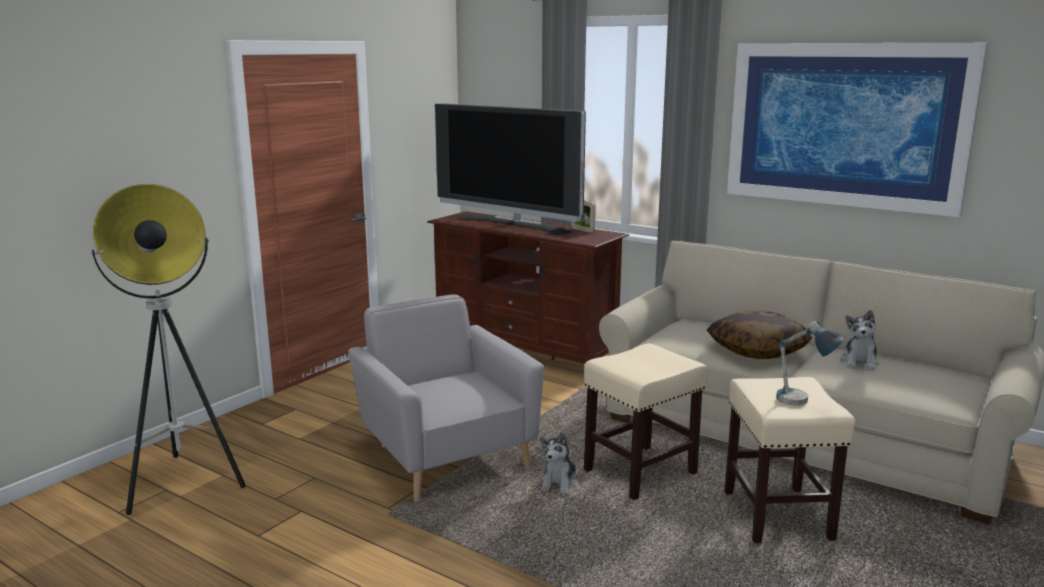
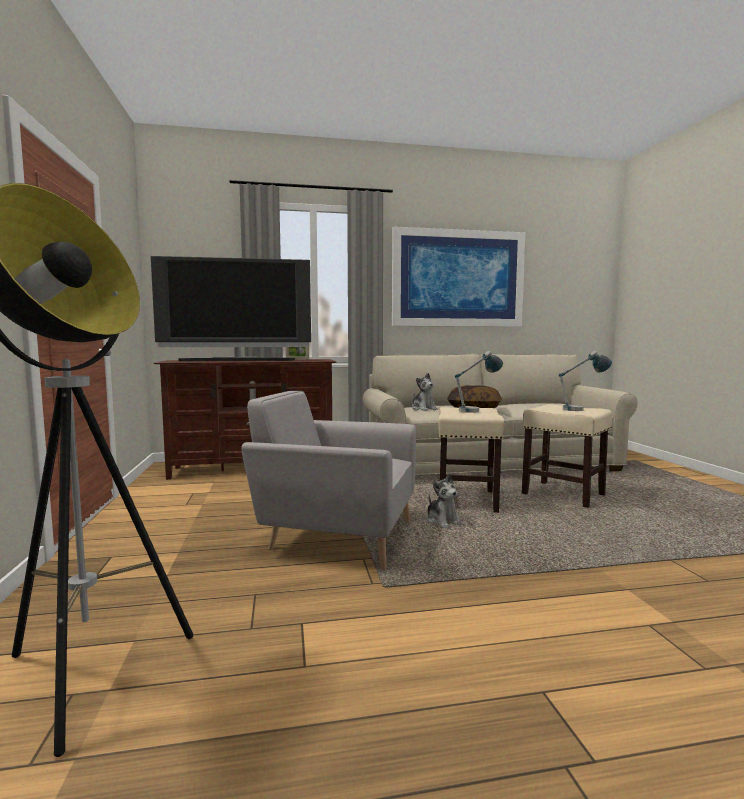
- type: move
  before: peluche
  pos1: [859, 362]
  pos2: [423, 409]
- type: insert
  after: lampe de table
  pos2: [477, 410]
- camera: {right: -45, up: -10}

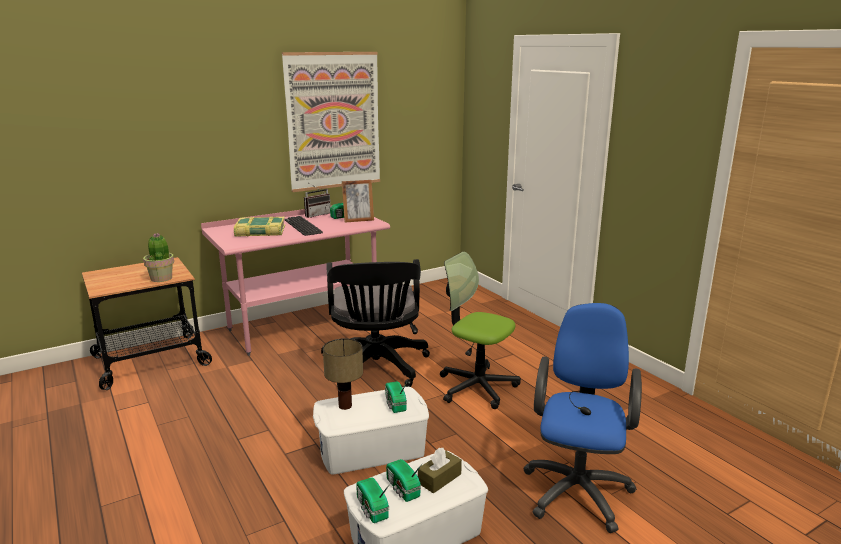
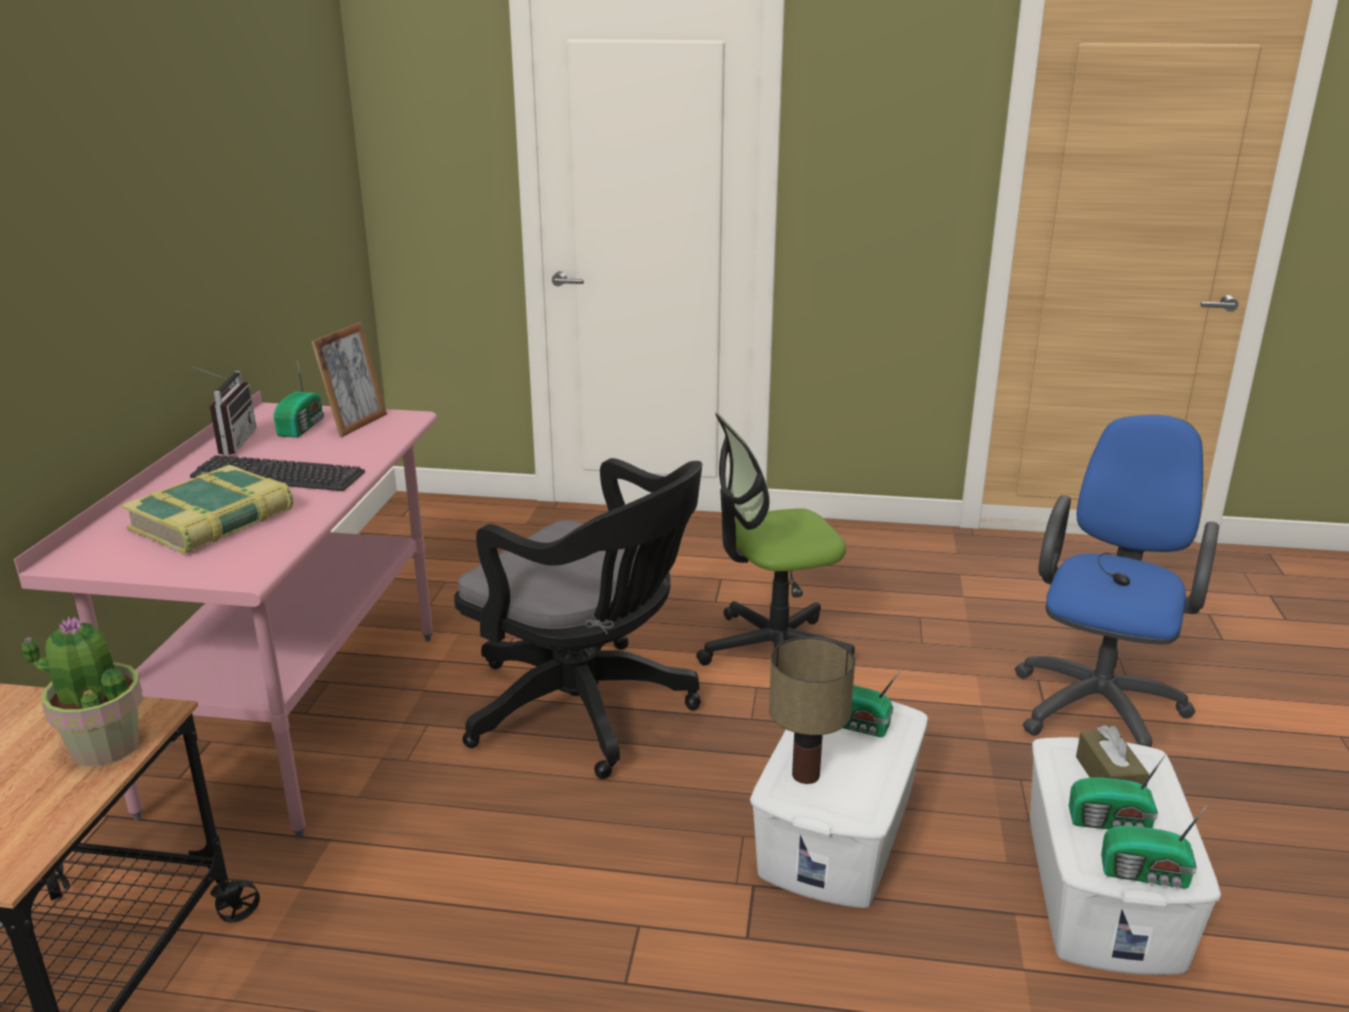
- type: delete
  before: tableau
  pos1: [333, 121]
- type: rotate
  before: chaise de bureau (bleu)
  pos1: [578, 488]
  pos2: [1099, 703]
  turn: 60
- camera: {right: -50, up: 5}

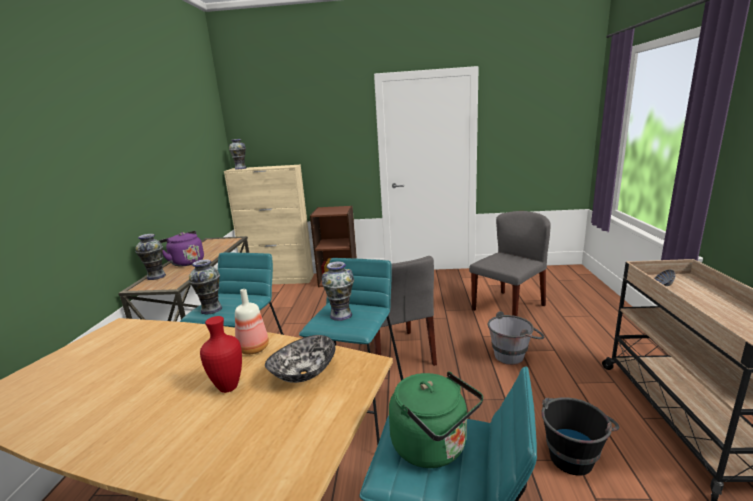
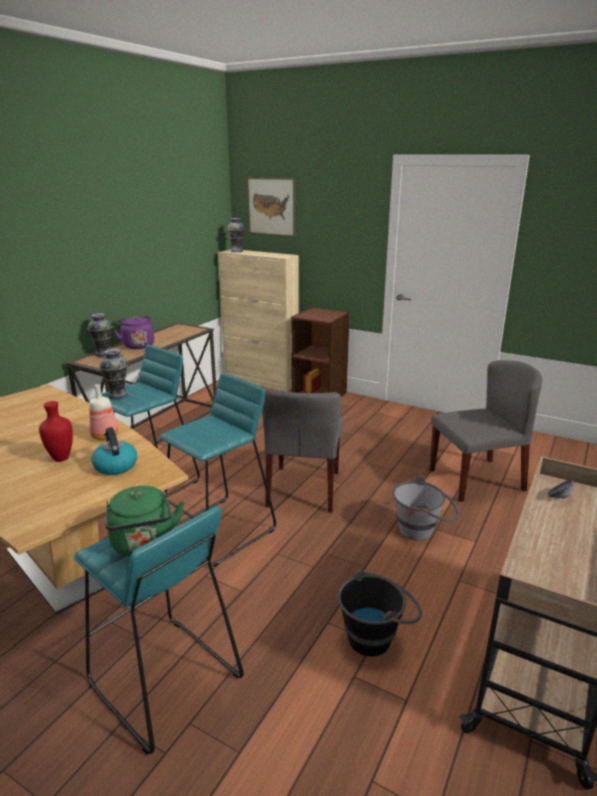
- type: replace
  before: bol
  after: bouilloire
  pos1: [304, 374]
  pos2: [115, 466]
- type: delete
  before: vase
  pos1: [341, 315]
- type: insert
  after: tableau
  pos2: [271, 206]
- camera: {right: 25, up: 5}

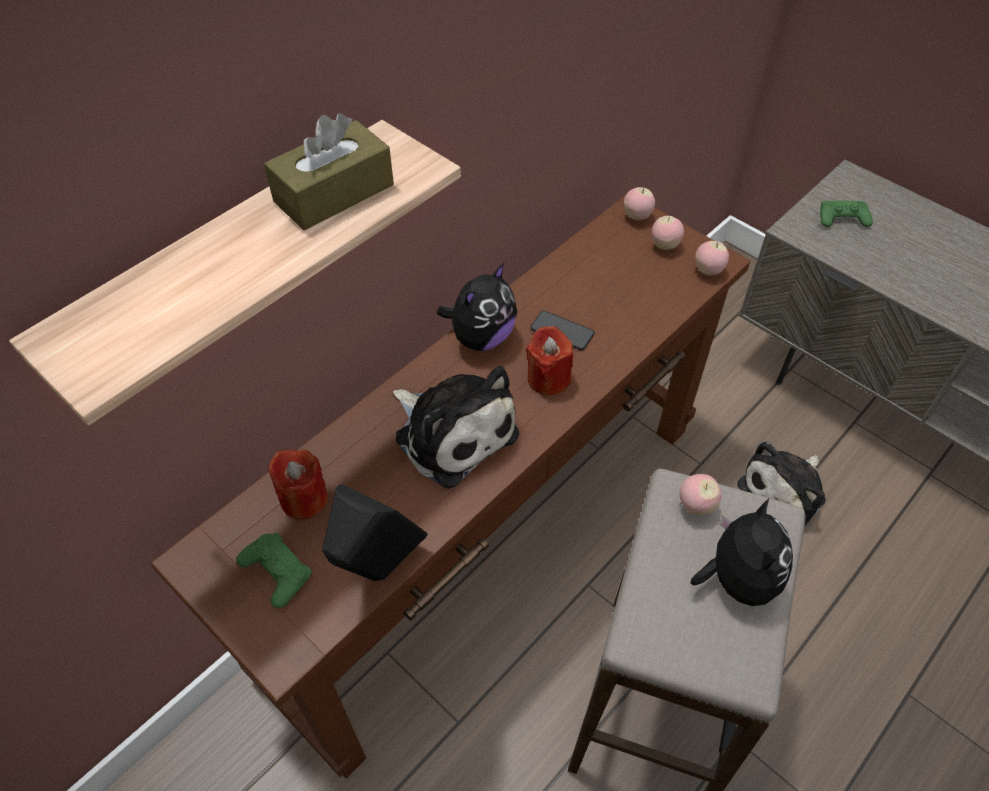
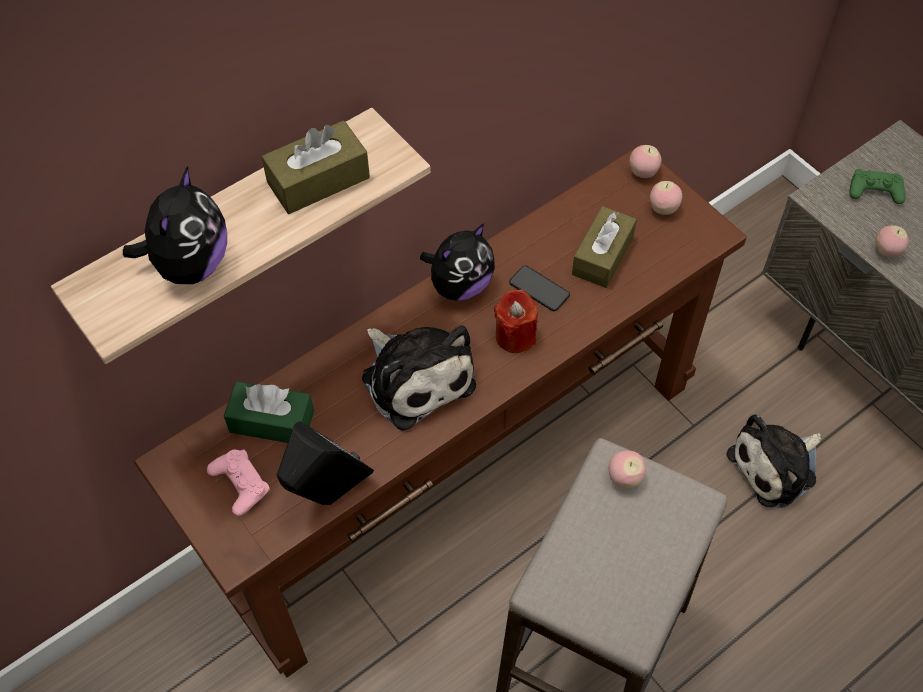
- type: recolor
  before: manette (vert)
  after: manette (rose)
  pos1: [276, 572]
  pos2: [240, 484]
- type: replace
  before: bougie (rouge)
  after: boîte à mouchoirs (vert)
  pos1: [304, 499]
  pos2: [272, 421]
- type: move
  before: peluche
  pos1: [736, 579]
  pos2: [190, 265]
- type: move
  before: pomme
  pos1: [708, 271]
  pos2: [886, 251]
- type: insert
  after: boîte à mouchoirs (marron)
  pos2: [602, 256]
- camera: {right: 10, up: 5}

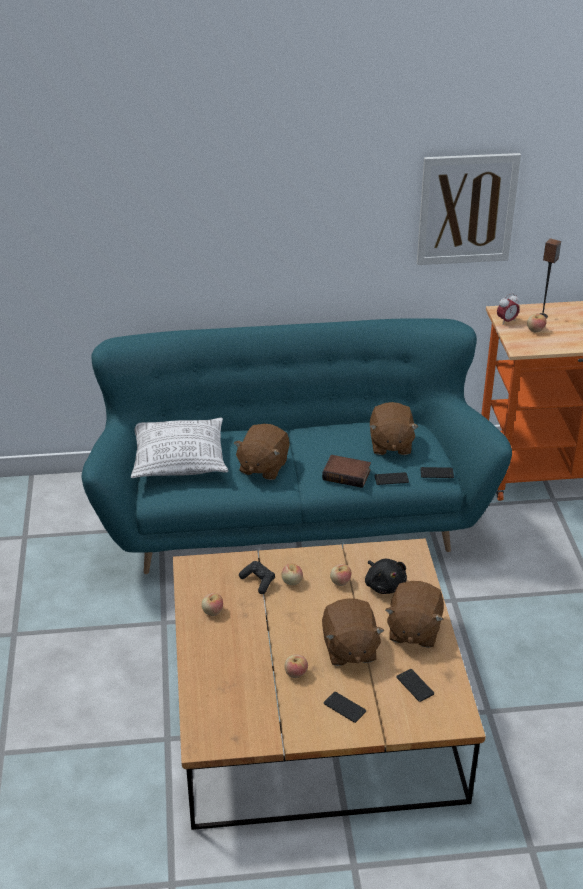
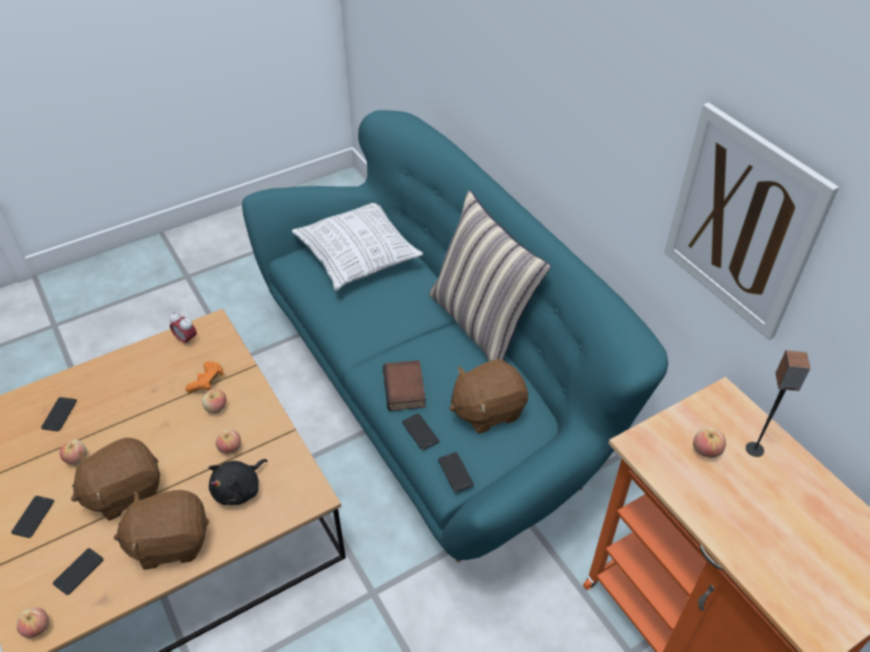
- type: move
  before: pomme
  pos1: [212, 611]
  pos2: [37, 628]
- type: delete
  before: peluche (marron)
  pos1: [262, 466]
- type: recolor
  before: manette (noir)
  after: manette (orange)
  pos1: [258, 581]
  pos2: [207, 382]
- type: move
  before: réveil
  pos1: [506, 321]
  pos2: [186, 340]
- type: insert
  after: téléphone
  pos2: [59, 414]
- type: insert
  after: coussin
  pos2: [481, 324]
- camera: {right: 65, up: 10}

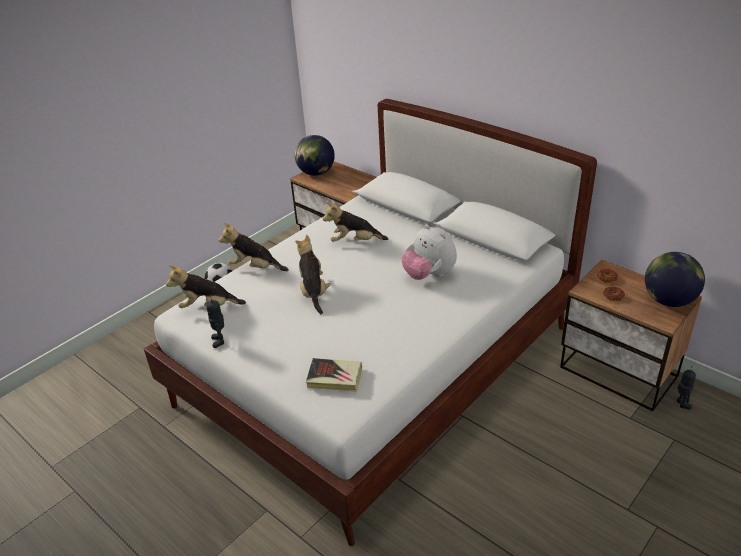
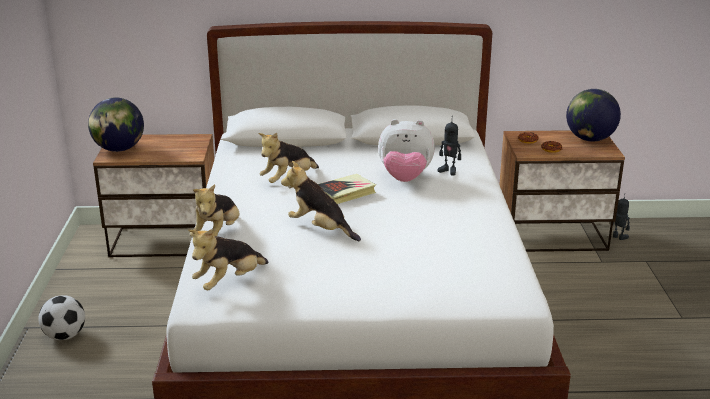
- type: move
  before: robot jouet
  pos1: [220, 340]
  pos2: [449, 171]
- type: rotate
  before: peluche
  pos1: [255, 267]
  pos2: [218, 234]
  turn: -45
- type: move
  before: livre
  pos1: [334, 378]
  pos2: [345, 193]
- camera: {right: -45, up: -10}

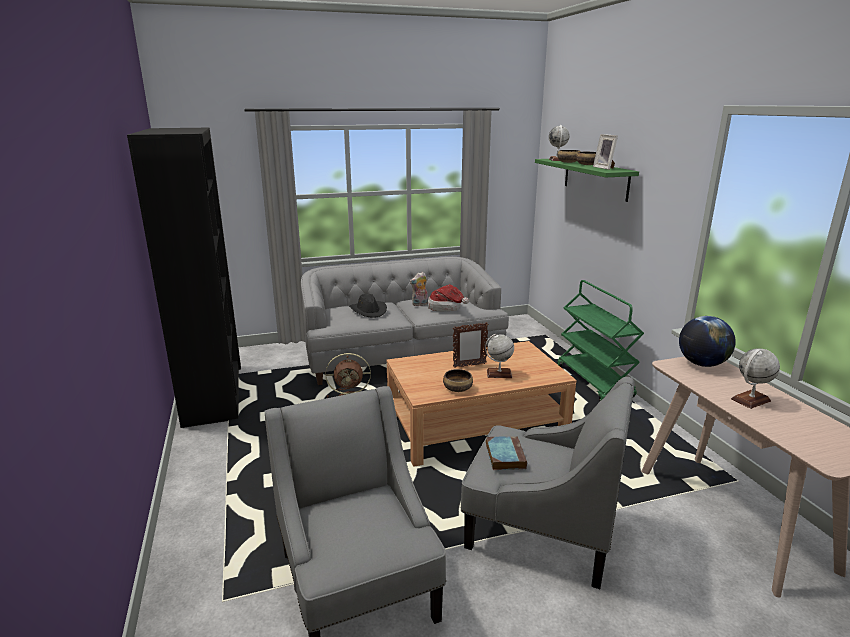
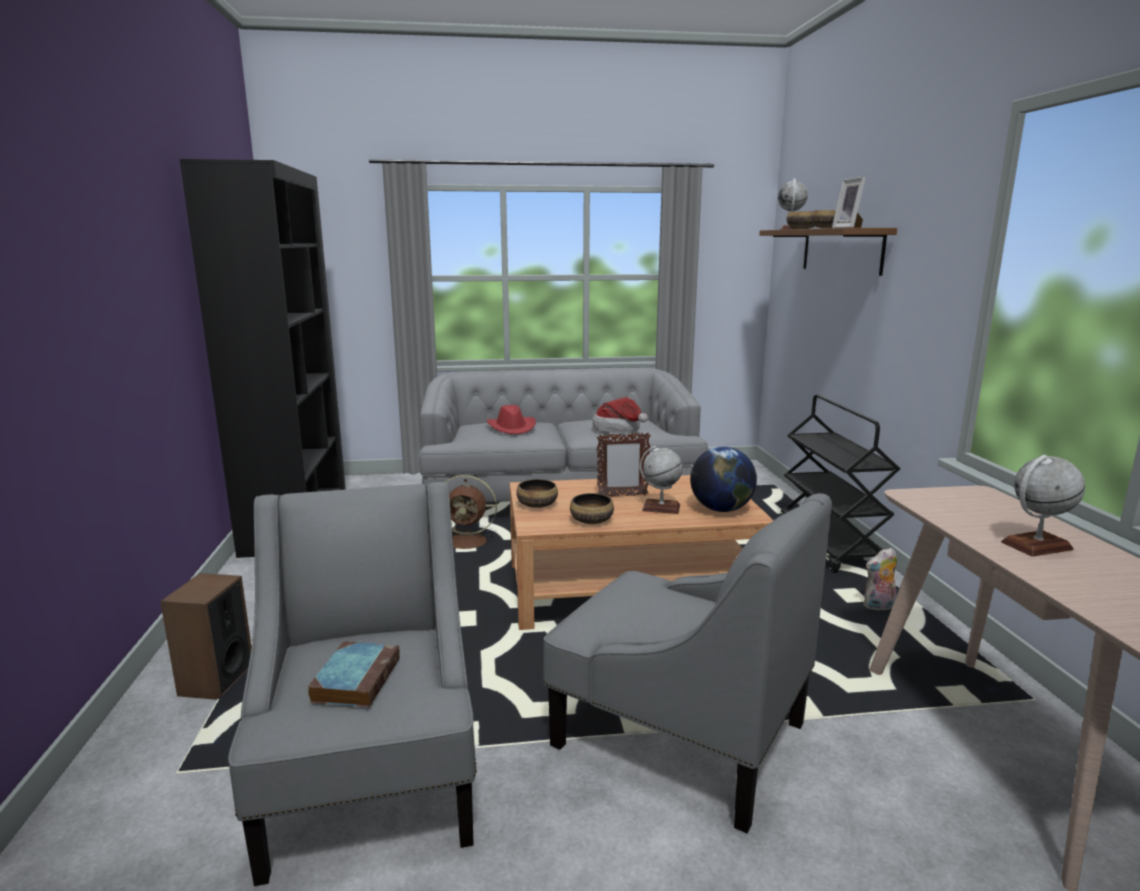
- type: recolor
  before: chapeau (noir)
  after: chapeau (rouge)
  pos1: [369, 311]
  pos2: [511, 428]
- type: move
  before: peluche
  pos1: [420, 304]
  pos2: [878, 608]
- type: move
  before: livre
  pos1: [504, 455]
  pos2: [356, 679]
- type: recolor
  before: étagère (vert)
  after: étagère (marron)
  pos1: [595, 178]
  pos2: [841, 250]
- type: recolor
  before: chariot (vert)
  after: chariot (noir)
  pos1: [594, 381]
  pos2: [829, 546]
- type: move
  before: globe
  pos1: [702, 364]
  pos2: [721, 509]
- type: insert
  after: enceinte
  pos2: [216, 680]
- type: insert
  after: bol
  pos2: [537, 504]
- camera: {right: 10, up: -5}

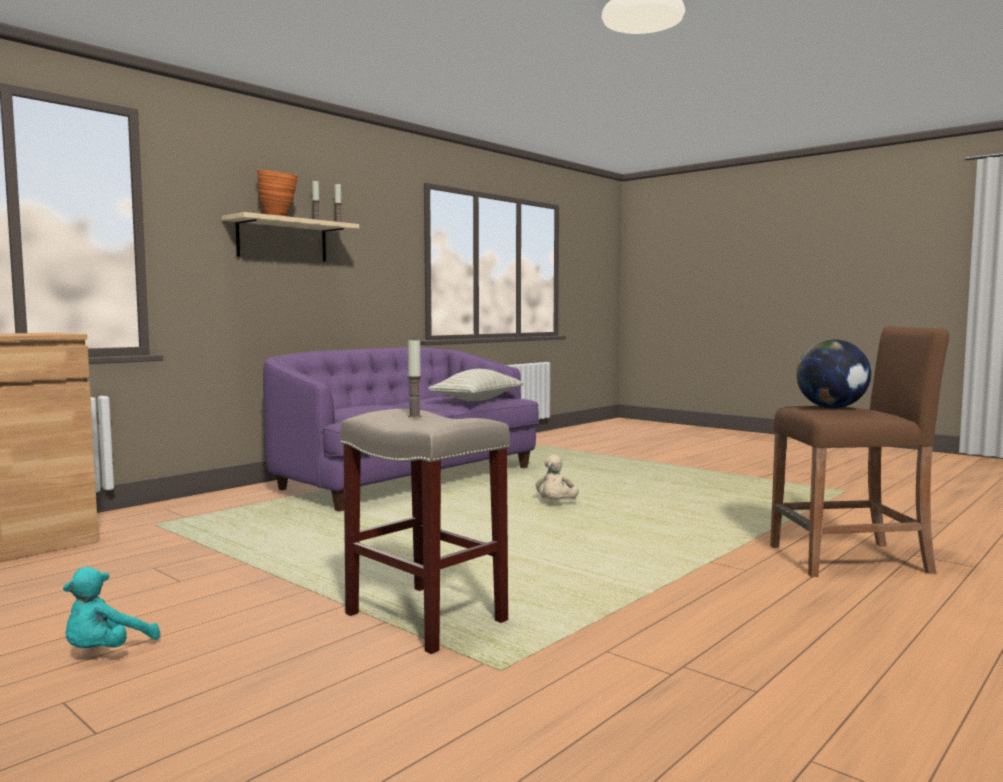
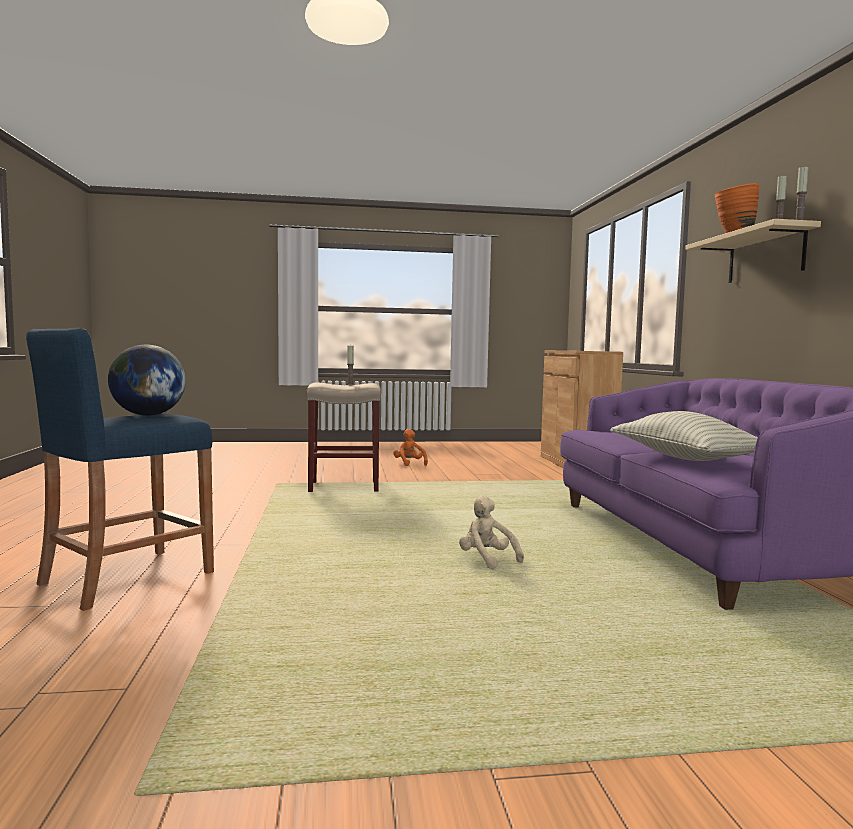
- type: recolor
  before: peluche (turquoise)
  after: peluche (orange)
  pos1: [106, 652]
  pos2: [409, 463]
- type: recolor
  before: tabouret (marron)
  after: tabouret (bleu)
  pos1: [849, 559]
  pos2: [127, 577]
- camera: {right: 130, up: 0}

